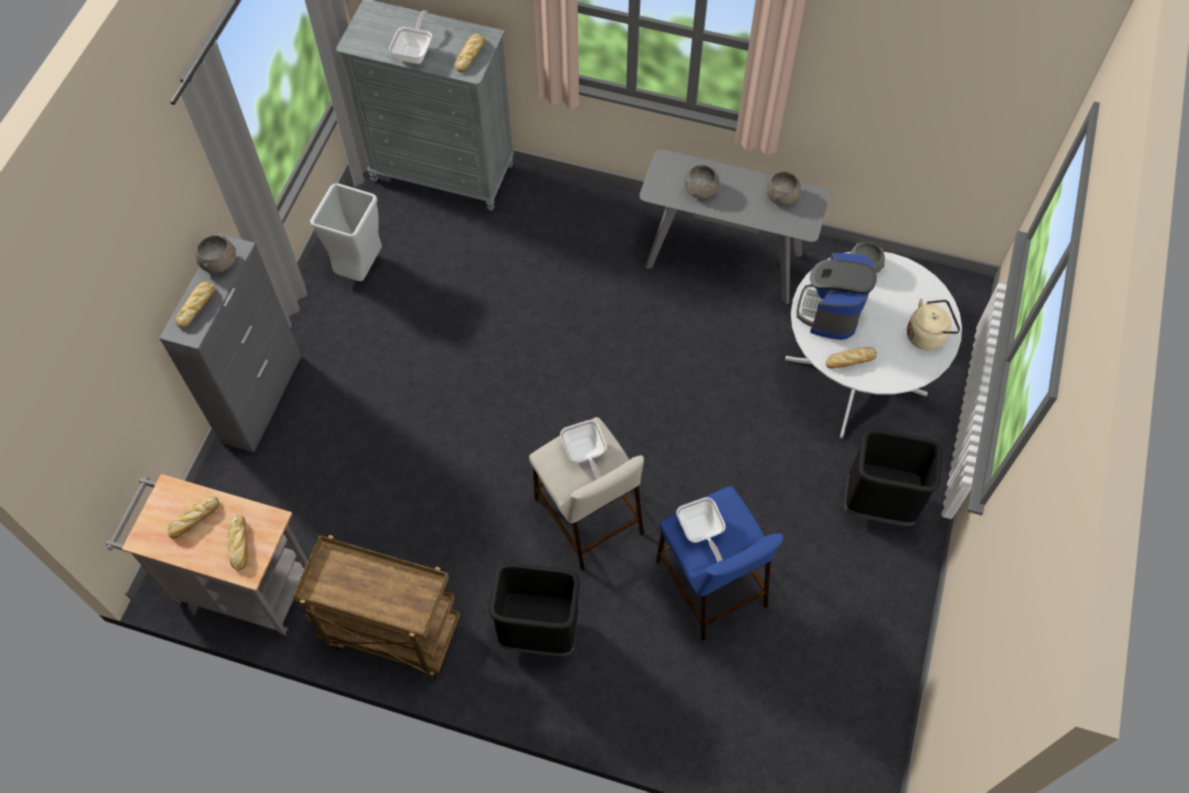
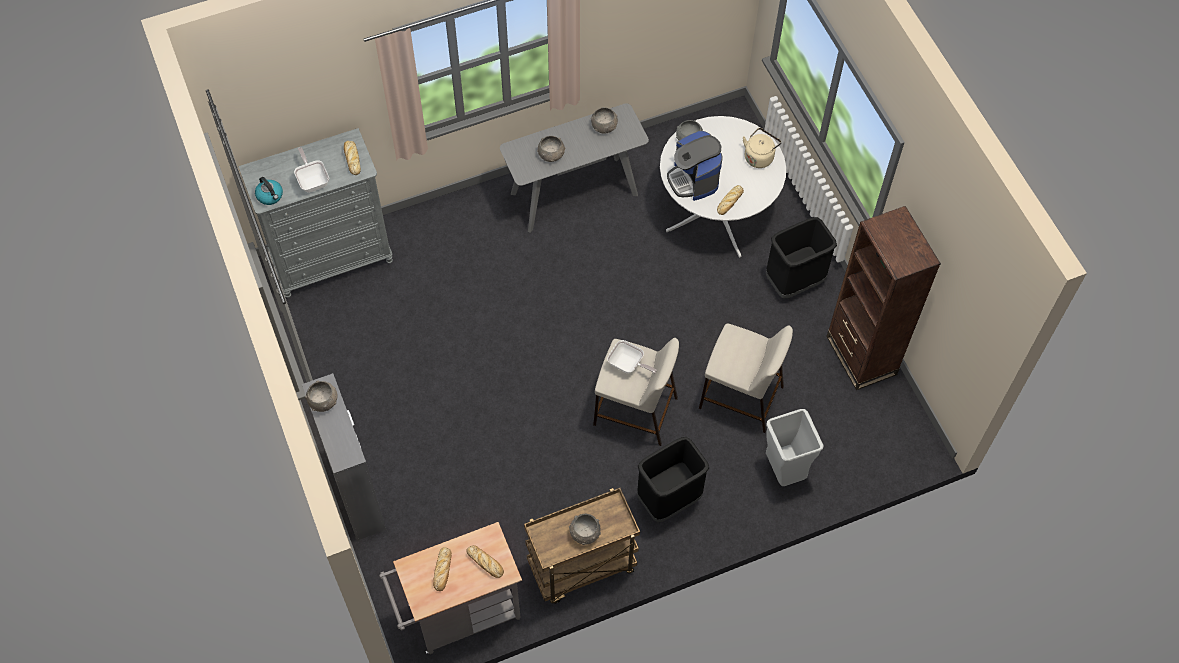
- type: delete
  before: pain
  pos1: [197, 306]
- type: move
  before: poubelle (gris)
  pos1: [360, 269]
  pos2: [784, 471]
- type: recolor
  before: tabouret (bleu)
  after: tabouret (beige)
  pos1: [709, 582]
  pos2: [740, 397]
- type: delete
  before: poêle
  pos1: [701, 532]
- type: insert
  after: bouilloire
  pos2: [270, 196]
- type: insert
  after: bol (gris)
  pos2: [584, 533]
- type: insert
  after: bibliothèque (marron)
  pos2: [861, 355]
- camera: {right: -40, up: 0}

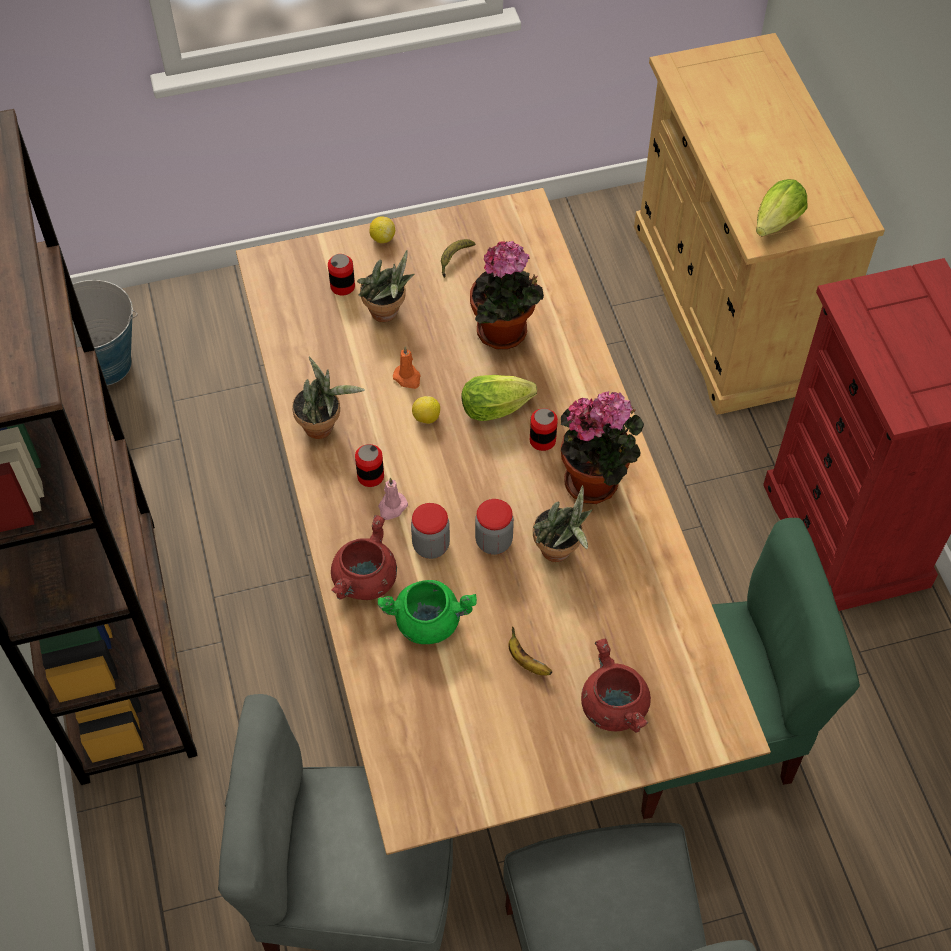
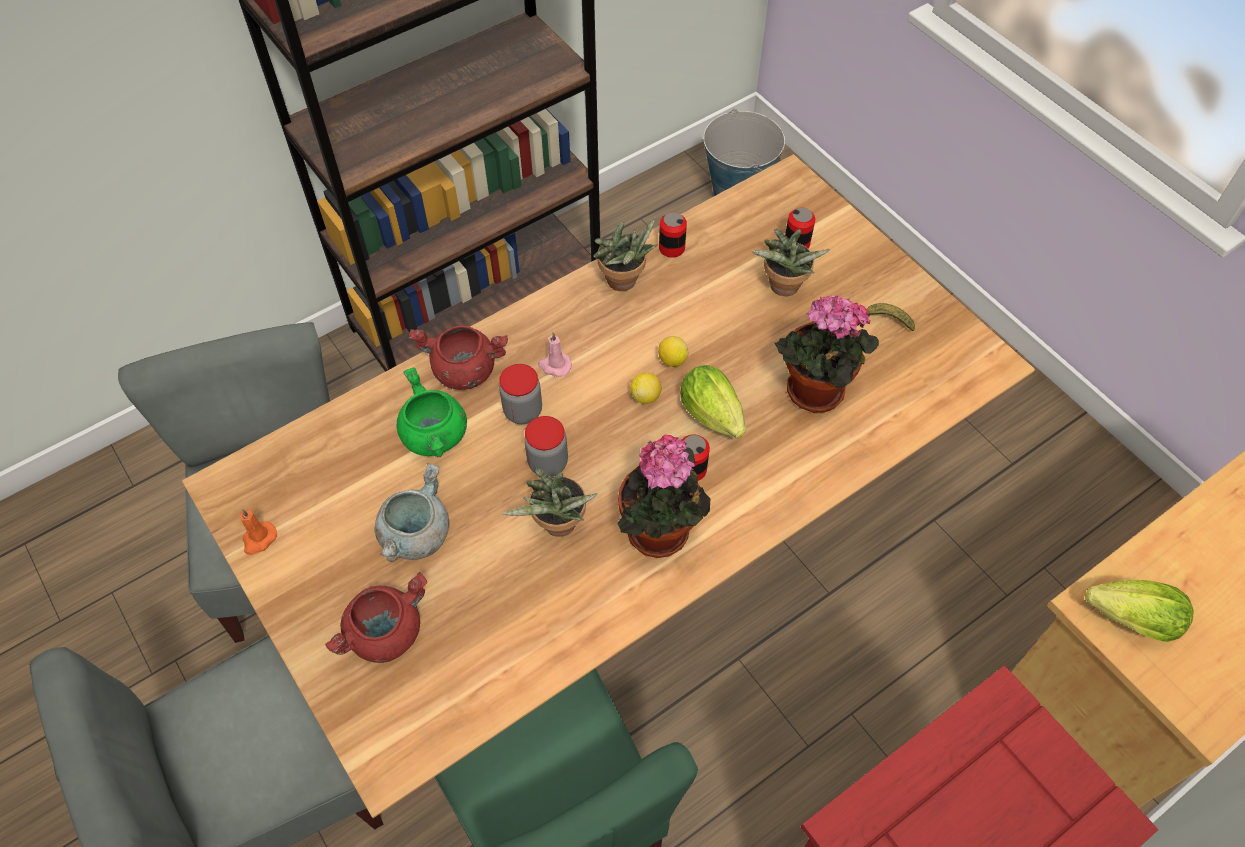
- type: move
  before: boîte métallique
  pos1: [370, 476]
  pos2: [671, 248]
- type: move
  before: citron
  pos1: [382, 238]
  pos2: [645, 396]
- type: move
  before: bougie (orange)
  pos1: [407, 378]
  pos2: [259, 539]
- type: replace
  before: banane
  after: marmite (gris)
  pos1: [526, 662]
  pos2: [415, 535]
- camera: {right: 70, up: 0}

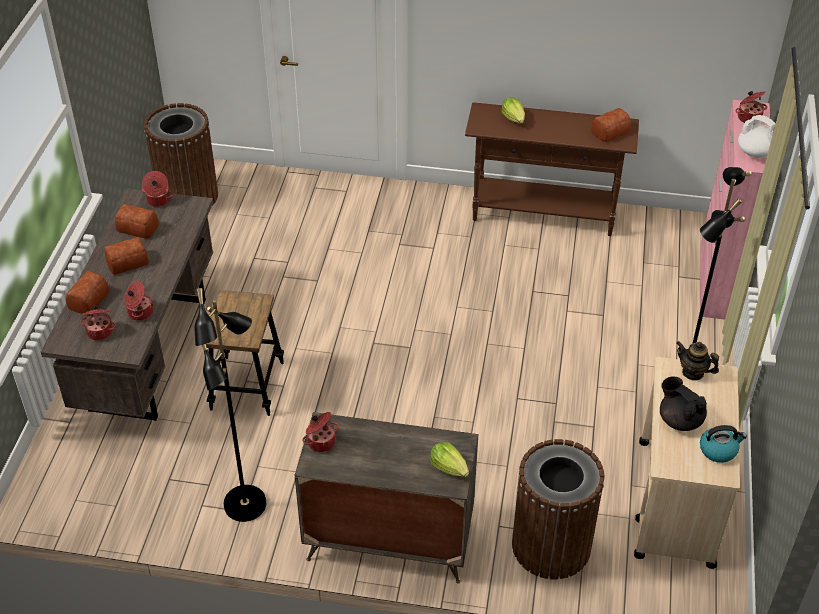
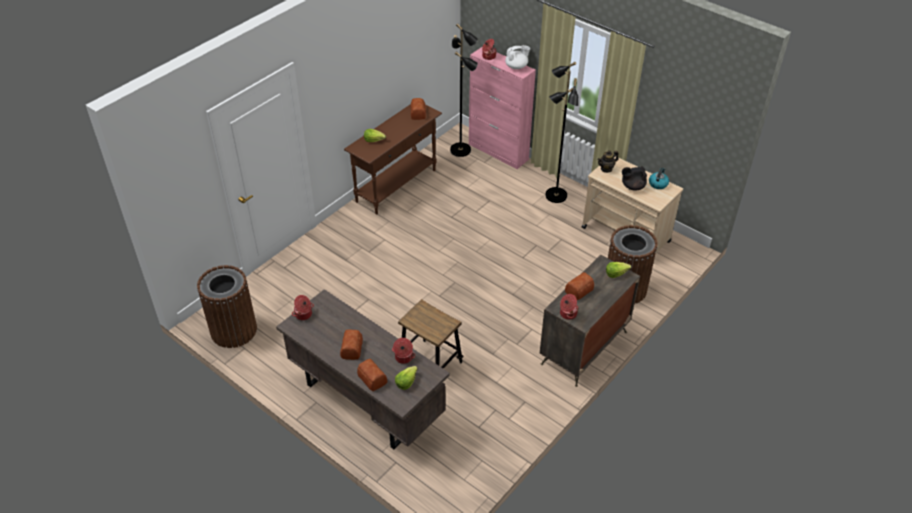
- type: replace
  before: marmite
  after: laitue
  pos1: [100, 331]
  pos2: [406, 382]
- type: move
  before: pain
  pos1: [137, 227]
  pos2: [578, 290]
- type: move
  before: lampadaire (noir)
  pos1: [246, 505]
  pos2: [461, 150]
- camera: {right: -60, up: 0}

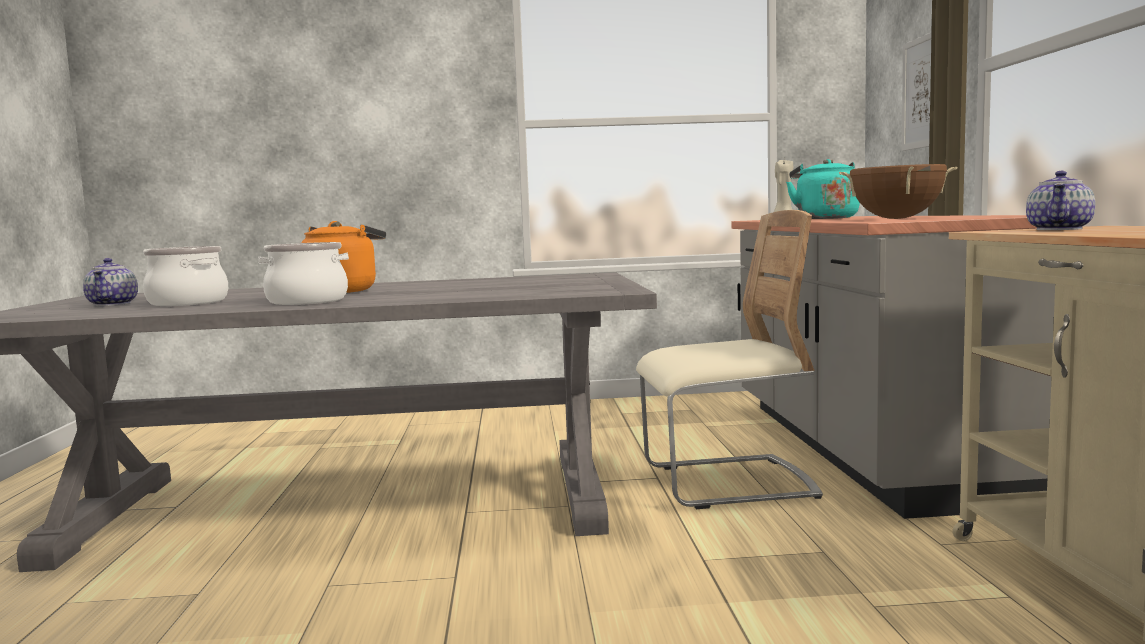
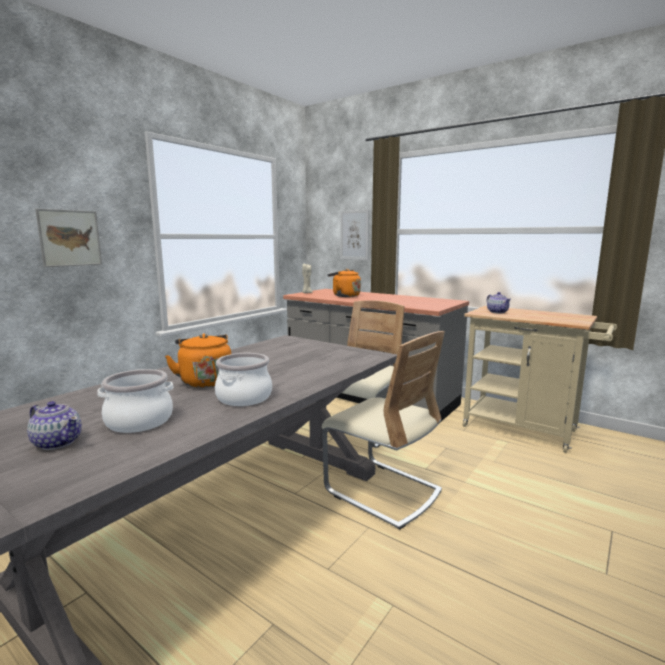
- type: recolor
  before: bouilloire (turquoise)
  after: bouilloire (orange)
  pos1: [824, 218]
  pos2: [344, 296]
- type: delete
  before: marmite (marron)
  pos1: [896, 219]
- type: insert
  after: tableau
  pos2: [70, 238]
- type: insert
  after: chaise (beige)
  pos2: [382, 491]
- camera: {right: -50, up: 5}

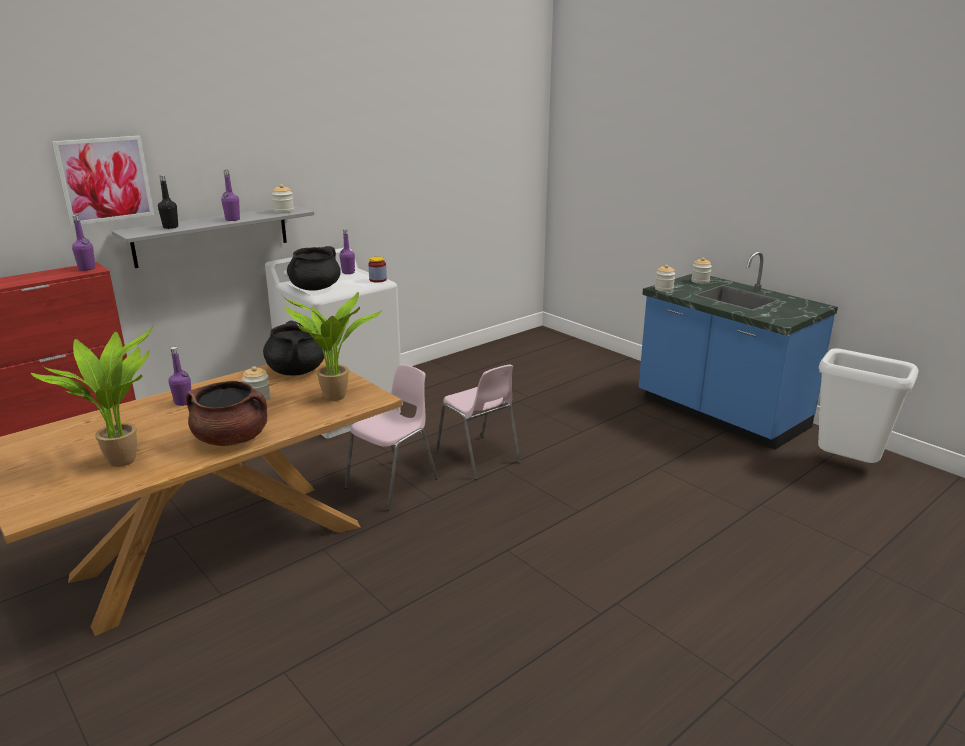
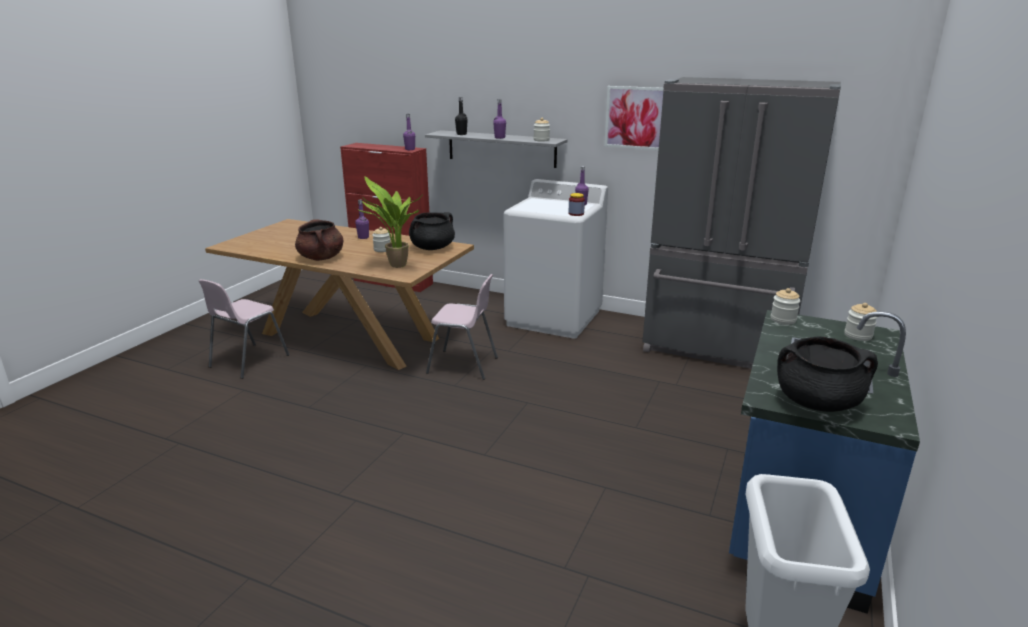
- type: delete
  before: plante en pot
  pos1: [124, 459]
- type: move
  before: tableau
  pos1: [105, 179]
  pos2: [635, 117]
- type: move
  before: marmite (noir)
  pos1: [315, 288]
  pos2: [817, 402]
- type: move
  before: chaise (rose)
  pos1: [478, 458]
  pos2: [248, 361]
- type: insert
  after: réfrigérateur (gris)
  pos2: [718, 348]
- camera: {right: 65, up: 0}

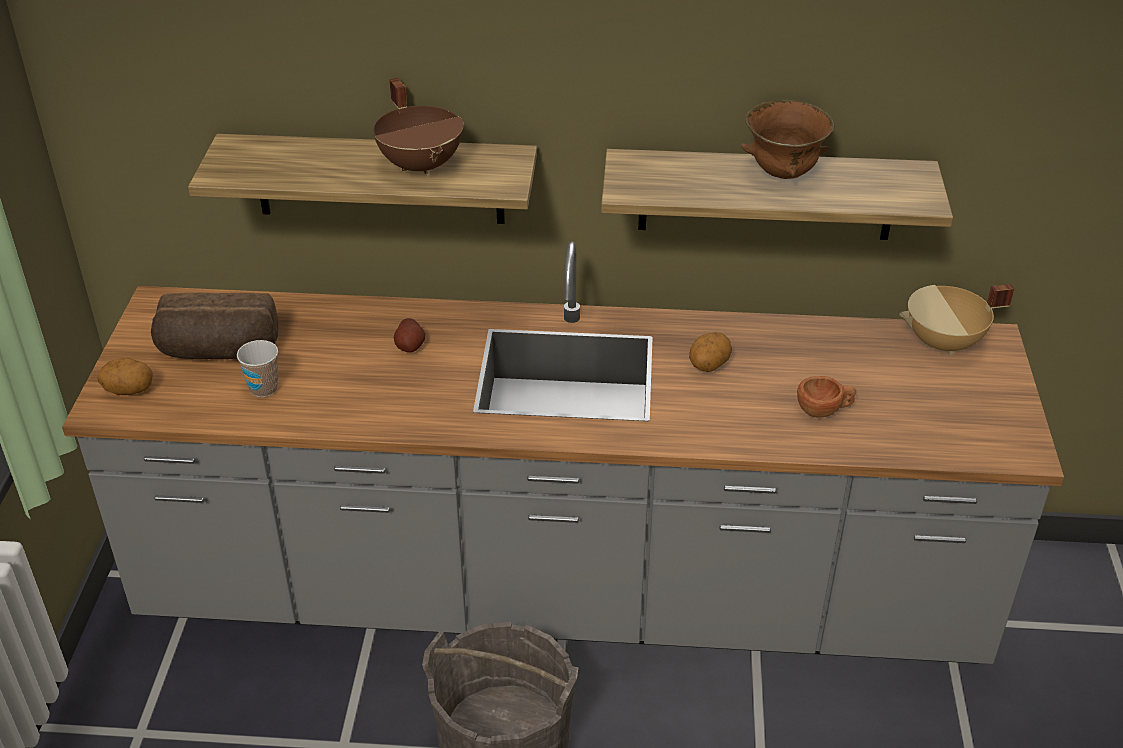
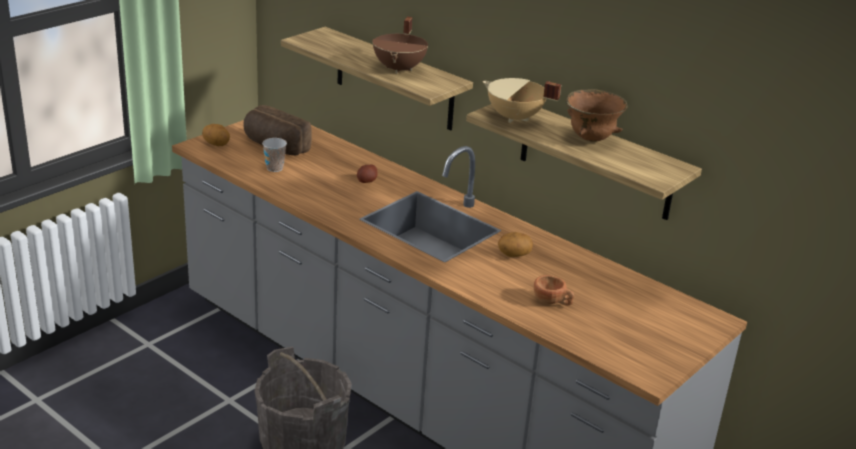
- type: move
  before: marmite (beige)
  pos1: [944, 344]
  pos2: [514, 118]
- camera: {right: 35, up: -10}

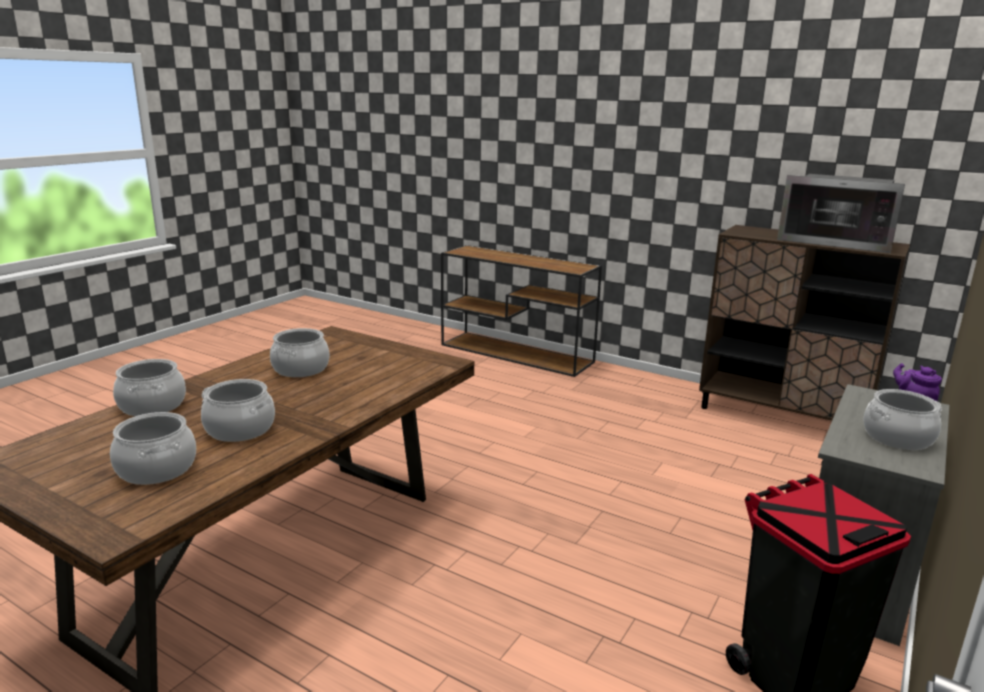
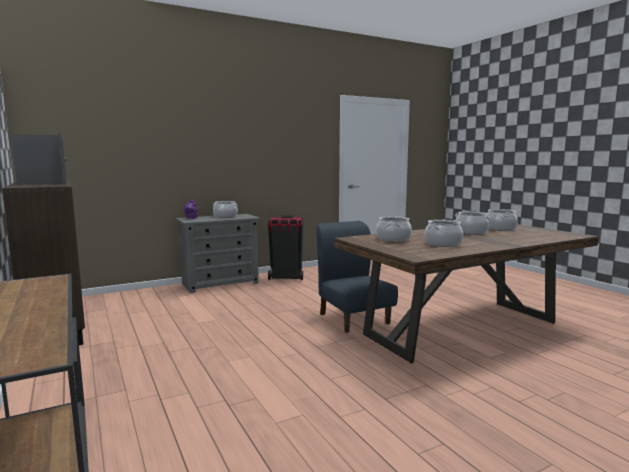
- type: move
  before: marmite
  pos1: [152, 405]
  pos2: [393, 239]
- type: insert
  after: chaise (bleu)
  pos2: [354, 318]
- camera: {right: -150, up: -10}

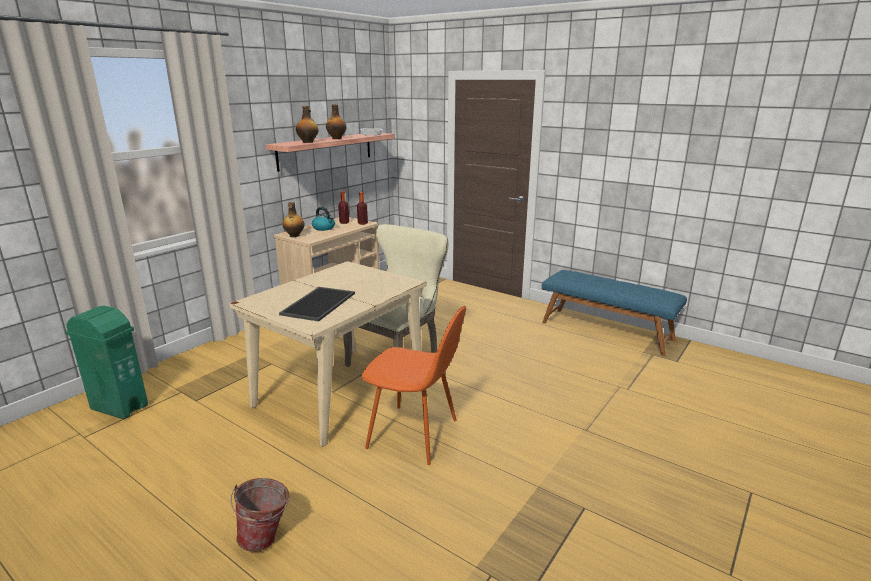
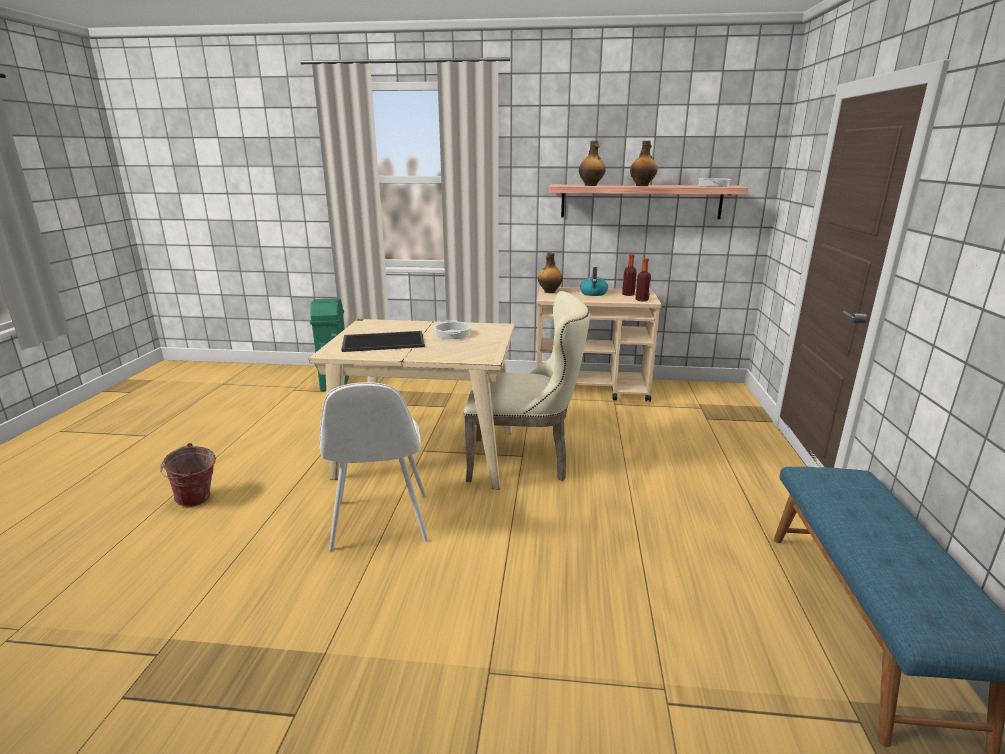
- type: recolor
  before: chaise (orange)
  after: chaise (blanc)
  pos1: [415, 434]
  pos2: [380, 523]
- type: insert
  after: marmite
  pos2: [452, 334]
- camera: {right: 60, up: 0}

